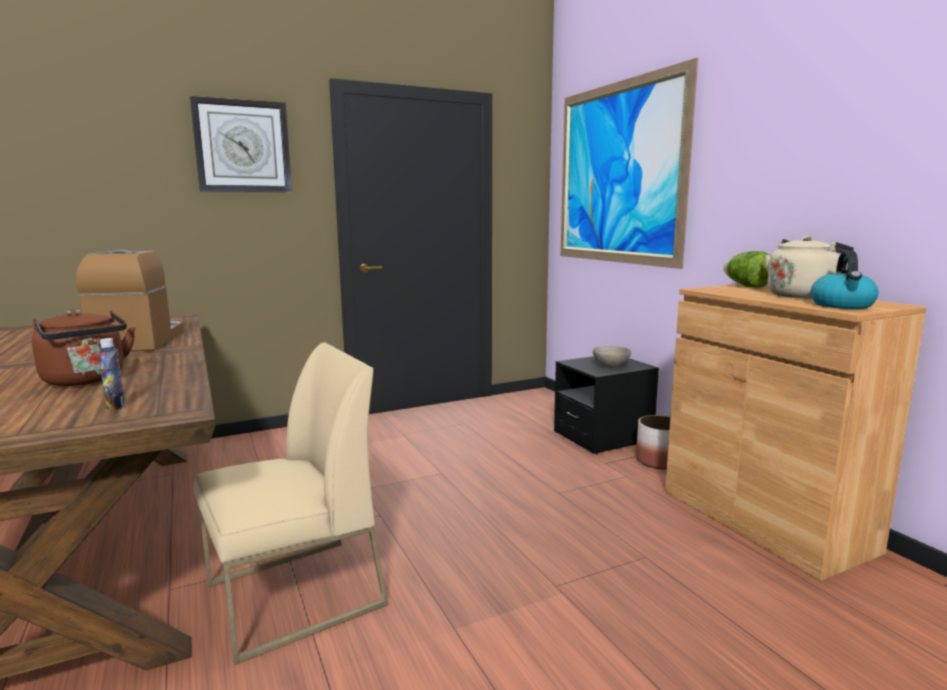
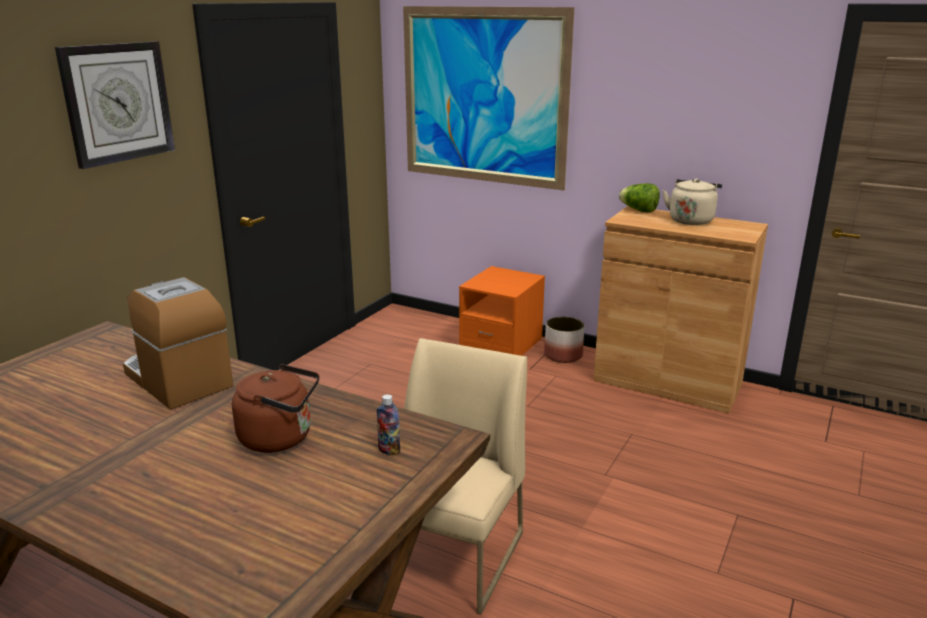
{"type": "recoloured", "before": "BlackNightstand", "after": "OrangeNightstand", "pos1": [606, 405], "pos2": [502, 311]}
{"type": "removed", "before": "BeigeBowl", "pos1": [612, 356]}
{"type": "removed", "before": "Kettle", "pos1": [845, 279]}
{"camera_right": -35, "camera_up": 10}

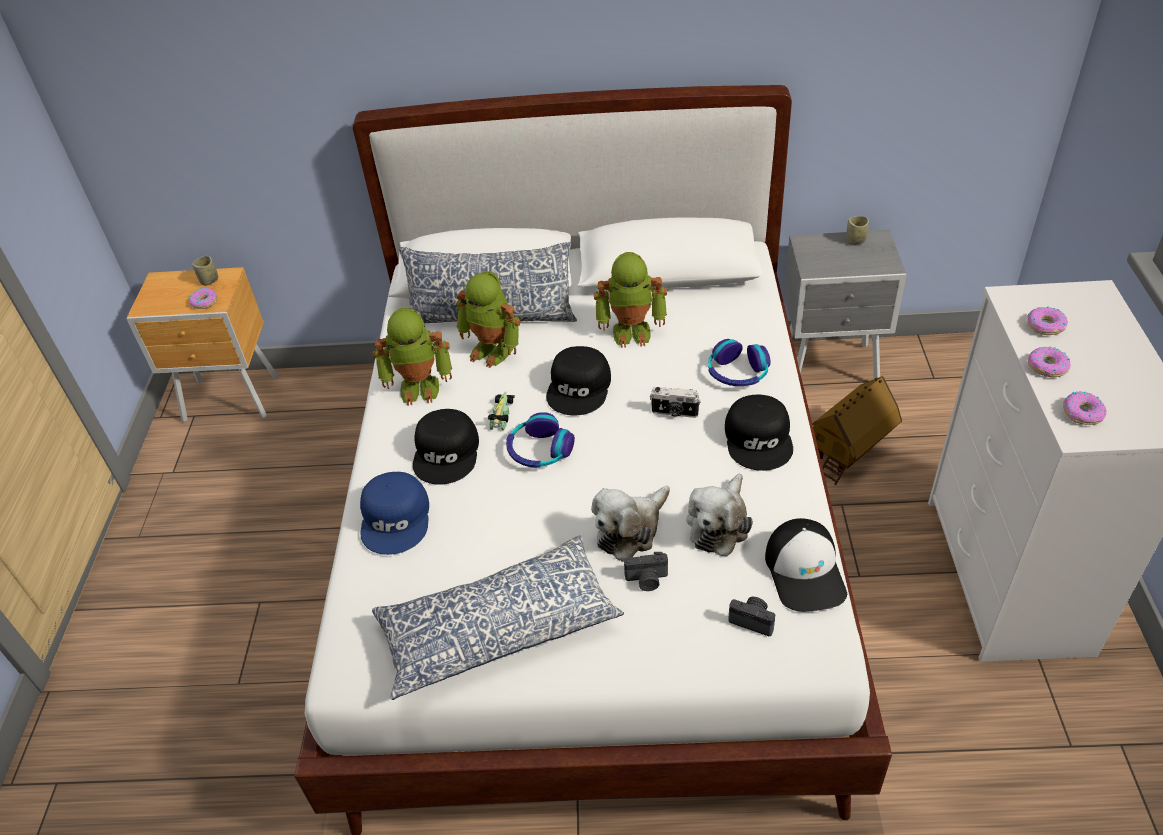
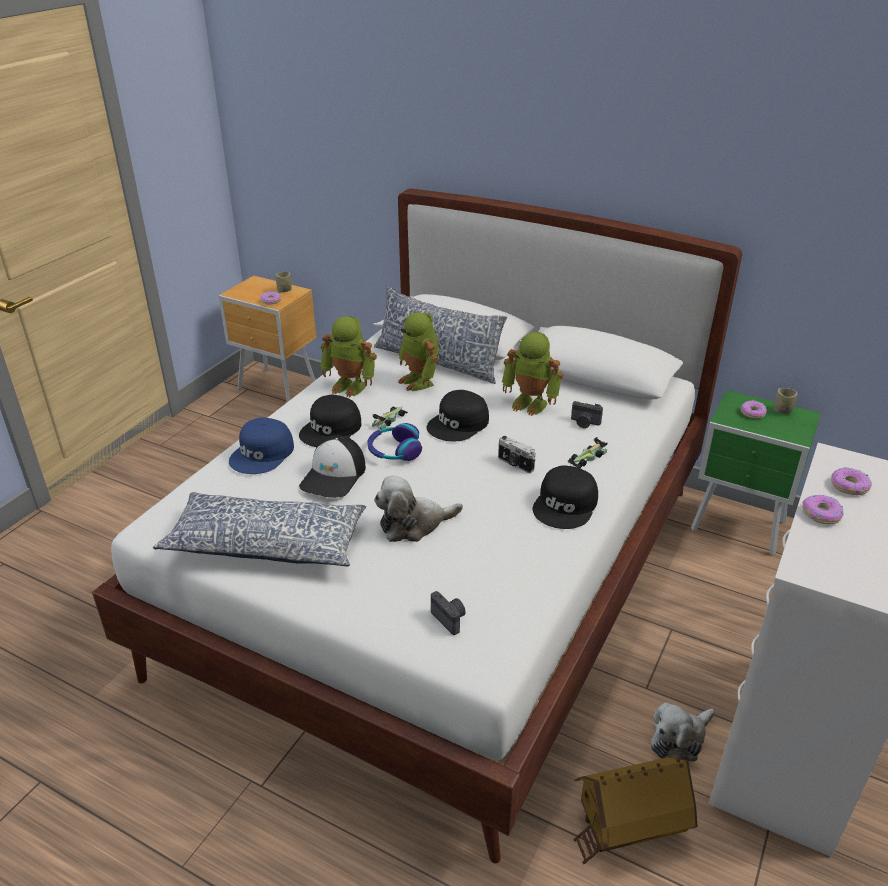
{"type": "moved", "before": "Cap", "pos1": [806, 565], "pos2": [332, 466]}
{"type": "replaced", "before": "Headphones", "after": "ToyCar", "pos1": [739, 362], "pos2": [587, 452]}
{"type": "moved", "before": "PhotoCamera", "pos1": [646, 571], "pos2": [587, 414]}
{"type": "moved", "before": "ToyHouse", "pos1": [857, 430], "pos2": [635, 810]}
{"type": "moved", "before": "PlushToy", "pos1": [719, 515], "pos2": [683, 732]}
{"type": "recoloured", "before": "GreyNightstand", "after": "GreenNightstand", "pos1": [845, 304], "pos2": [756, 472]}
{"type": "moved", "before": "Donut", "pos1": [1085, 408], "pos2": [754, 409]}
{"camera_right": 25, "camera_up": -10}

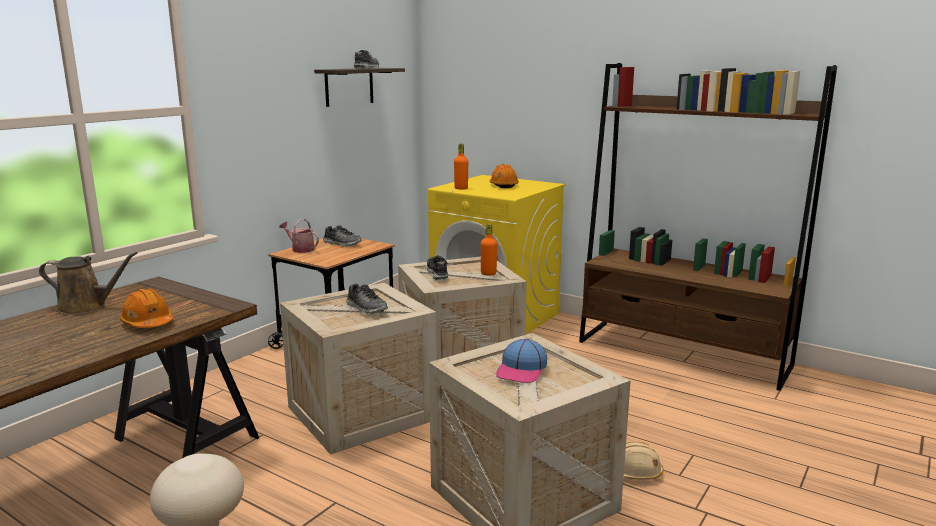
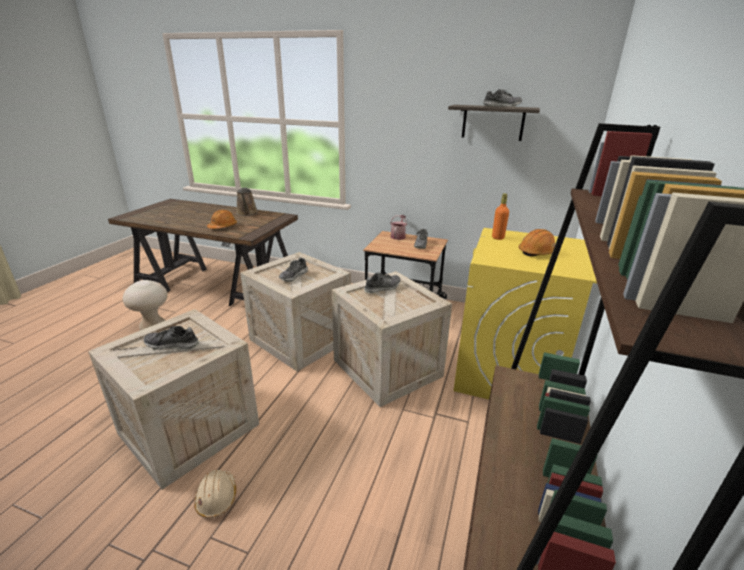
{"type": "replaced", "before": "Cap", "after": "Shoe", "pos1": [521, 360], "pos2": [171, 338]}
{"type": "removed", "before": "OrangeBottle", "pos1": [489, 249]}
{"camera_right": 75, "camera_up": 10}

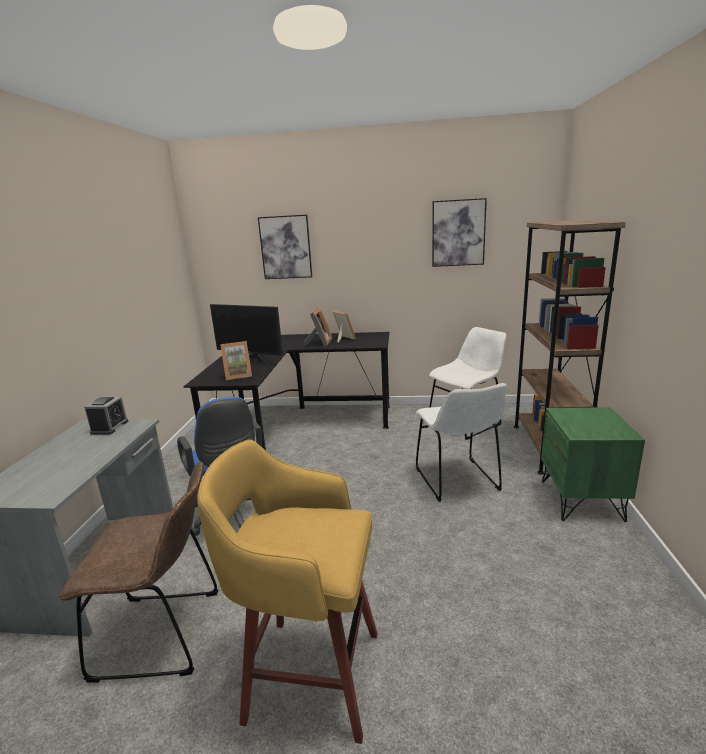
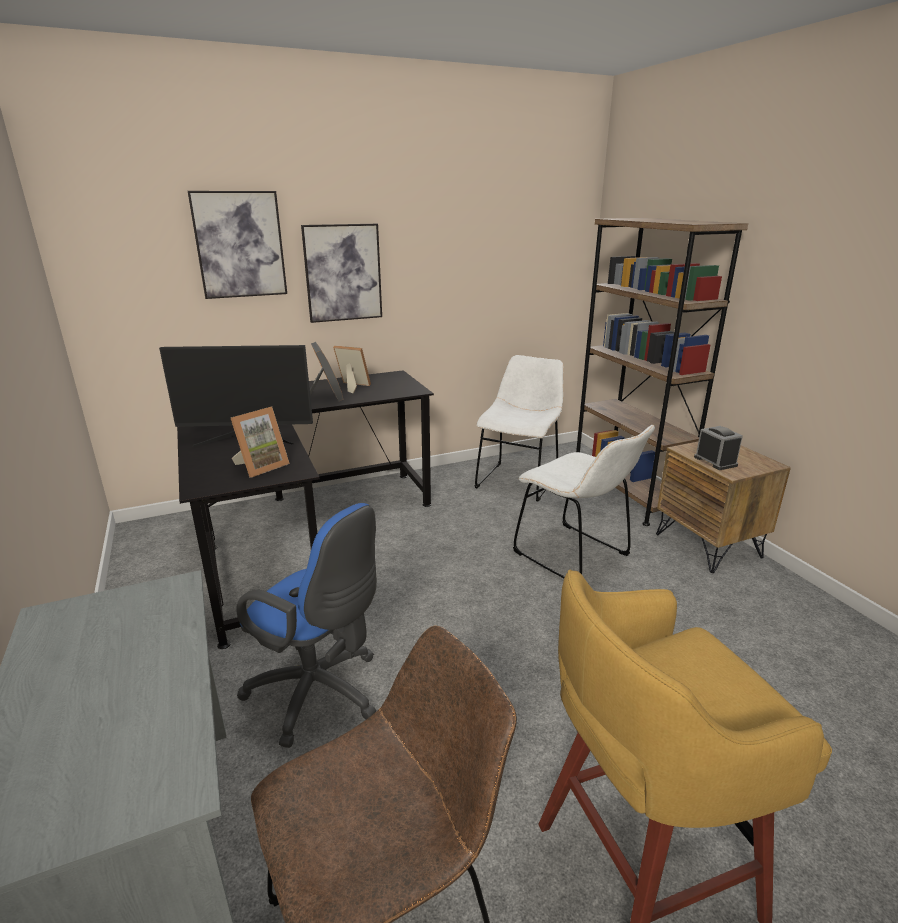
{"type": "moved", "before": "Picture", "pos1": [459, 232], "pos2": [341, 273]}
{"type": "recoloured", "before": "GreenNightstand", "after": "BrownNightstand", "pos1": [593, 464], "pos2": [723, 507]}
{"type": "moved", "before": "AlarmClock", "pos1": [106, 416], "pos2": [718, 448]}
{"camera_right": -30, "camera_up": 5}

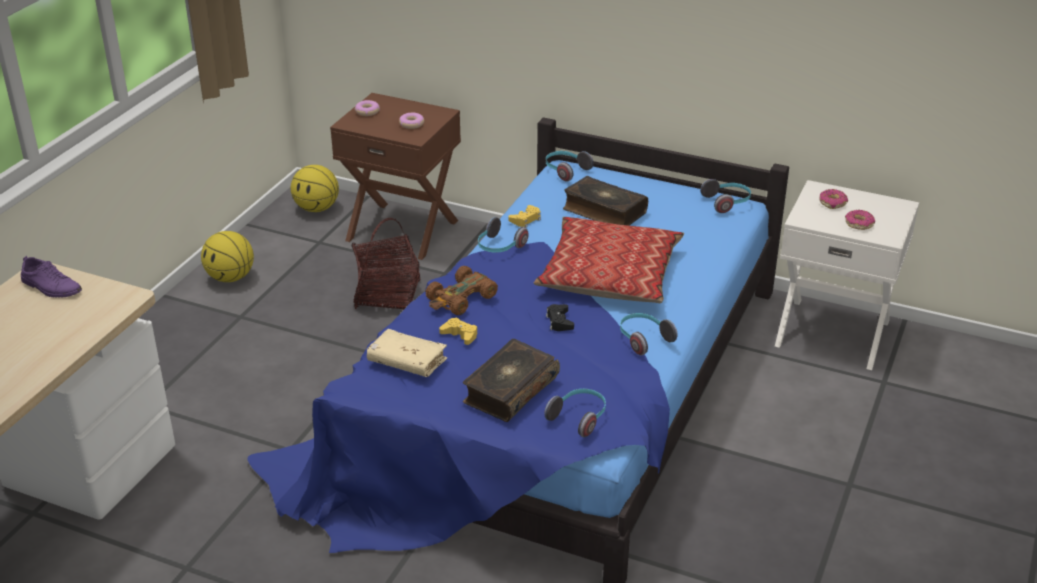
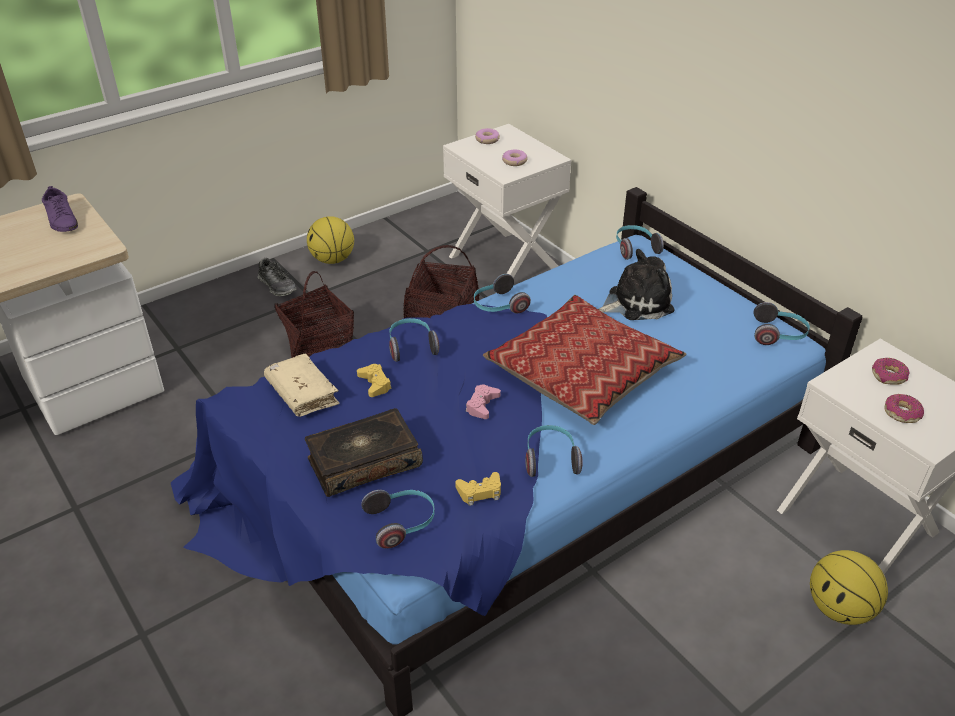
{"type": "added", "after": "Shoe", "pos2": [277, 277]}
{"type": "added", "after": "Basket", "pos2": [314, 314]}
{"type": "replaced", "before": "BrownToyCar", "after": "Headphones", "pos1": [461, 290], "pos2": [414, 340]}
{"type": "recoloured", "before": "BrownNightstand", "after": "WhiteNightstand", "pos1": [395, 176], "pos2": [507, 201]}
{"type": "moved", "before": "YellowGameController", "pos1": [524, 216], "pos2": [478, 489]}
{"type": "recoloured", "before": "BlackGameController", "after": "PinkGameController", "pos1": [560, 317], "pos2": [483, 402]}
{"type": "replaced", "before": "Book", "after": "PlushToy", "pos1": [605, 201], "pos2": [636, 284]}
{"type": "moved", "before": "Basketball", "pos1": [315, 188], "pos2": [849, 587]}
{"camera_right": 30, "camera_up": 5}

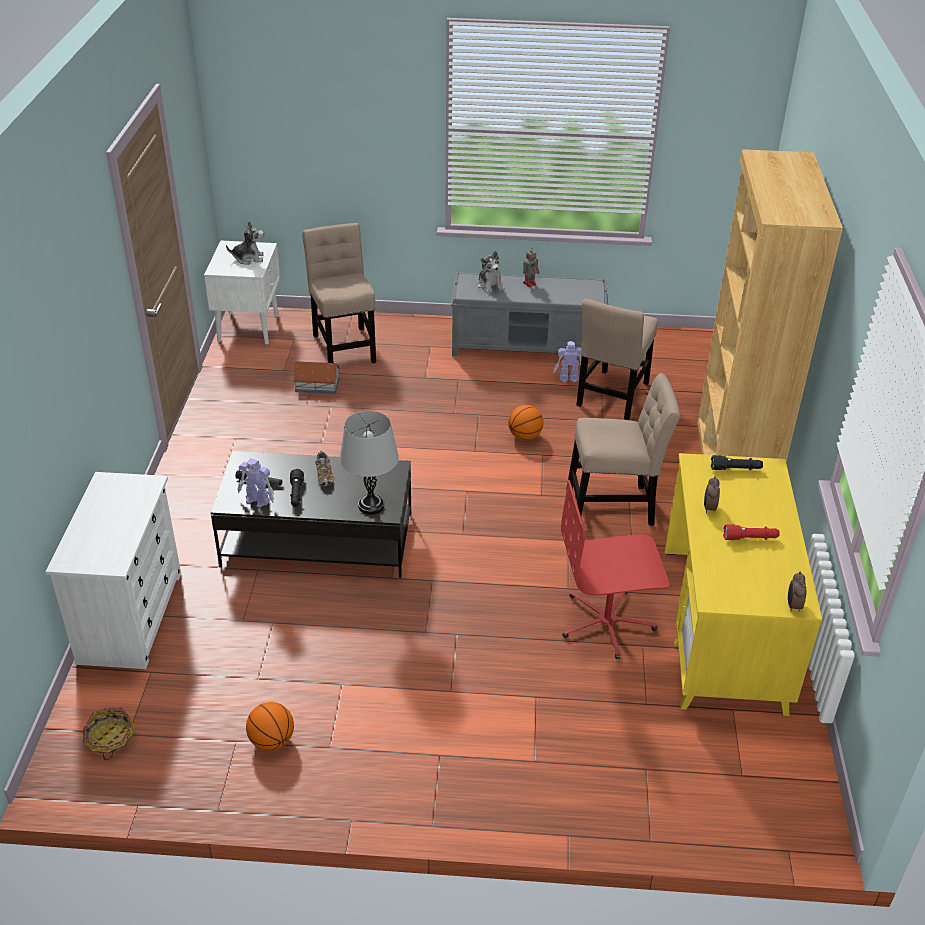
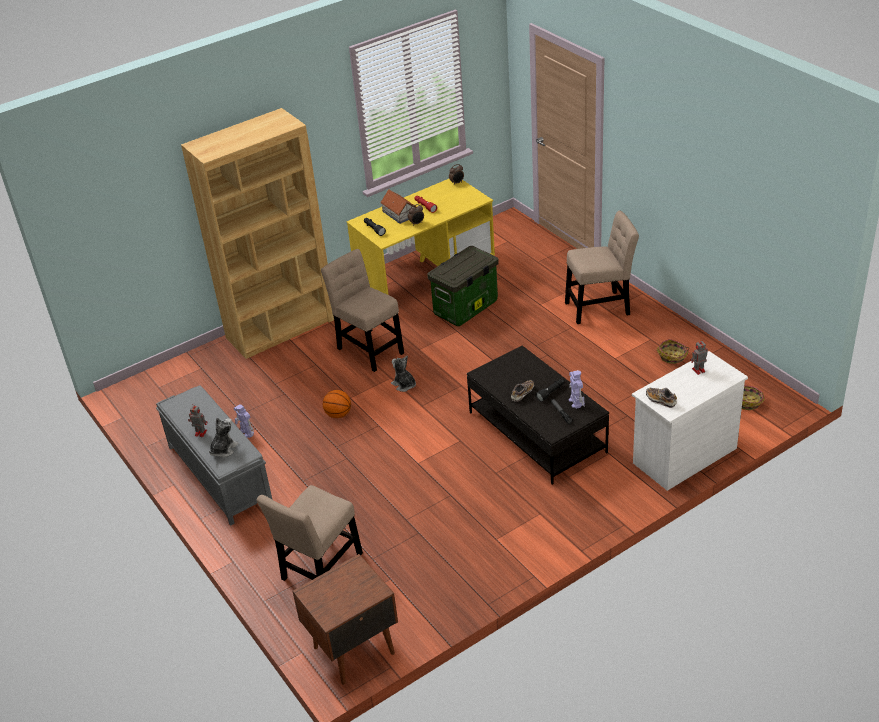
{"type": "recoloured", "before": "WhiteNightstand", "after": "BrownNightstand", "pos1": [242, 292], "pos2": [345, 619]}
{"type": "moved", "before": "ToyHouse", "pos1": [316, 378], "pos2": [398, 206]}
{"type": "moved", "before": "PlushToy", "pos1": [245, 243], "pos2": [403, 373]}
{"type": "replaced", "before": "RedOfficeChair", "after": "StorageBox", "pos1": [615, 569], "pos2": [463, 286]}
{"type": "moved", "before": "BeigeChair", "pos1": [617, 359], "pos2": [602, 267]}
{"type": "added", "after": "Shoe", "pos2": [661, 398]}
{"type": "replaced", "before": "Basketball", "after": "Basket", "pos1": [270, 726], "pos2": [672, 351]}
{"type": "added", "after": "ToyRobot", "pos2": [699, 357]}
{"type": "removed", "before": "GreyTableLamp", "pos1": [369, 463]}
{"camera_right": -125, "camera_up": 0}

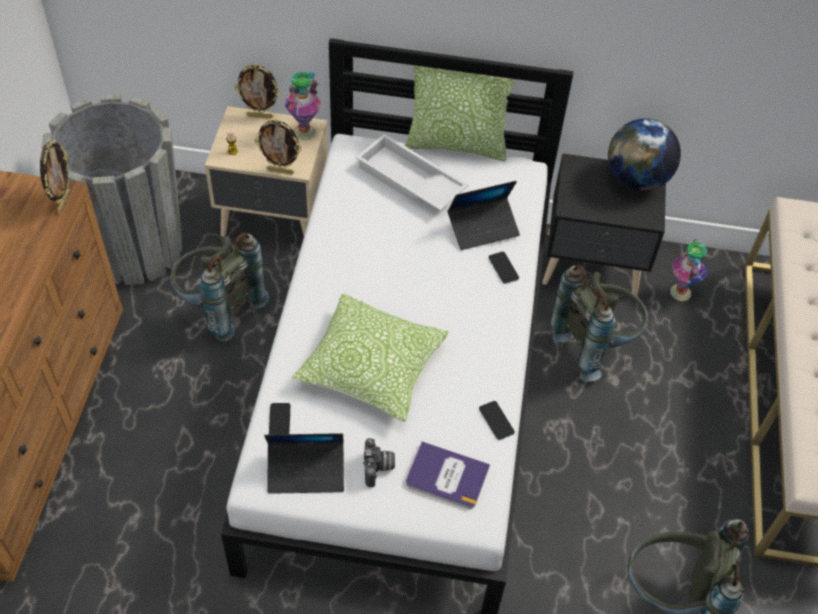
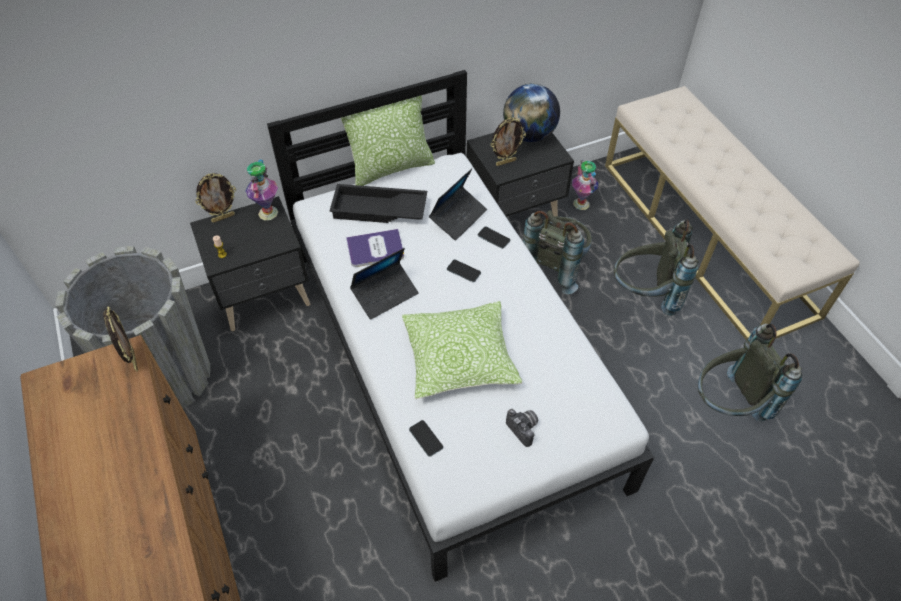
{"type": "recoloured", "before": "BeigeNightstand", "after": "BlackNightstand", "pos1": [266, 171], "pos2": [250, 263]}
{"type": "recoloured", "before": "WhiteTray", "after": "BlackTray", "pos1": [412, 172], "pos2": [378, 203]}
{"type": "moved", "before": "Book", "pos1": [448, 475], "pos2": [375, 248]}
{"type": "moved", "before": "Laptop", "pos1": [304, 463], "pos2": [384, 284]}
{"type": "moved", "before": "Phone", "pos1": [497, 420], "pos2": [464, 271]}
{"type": "moved", "before": "PictureFrame", "pos1": [278, 147], "pos2": [508, 142]}
{"type": "moved", "before": "GreyBackpack", "pos1": [219, 287], "pos2": [656, 267]}
{"camera_right": -30, "camera_up": 0}

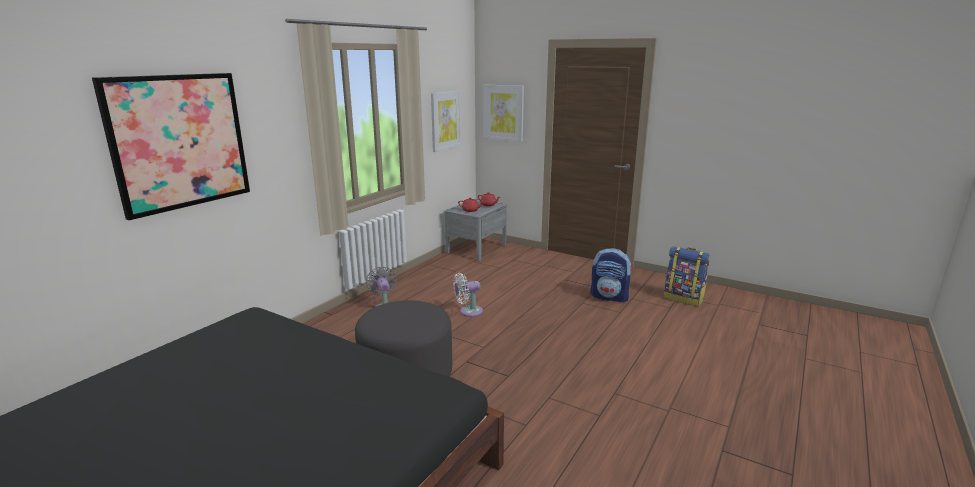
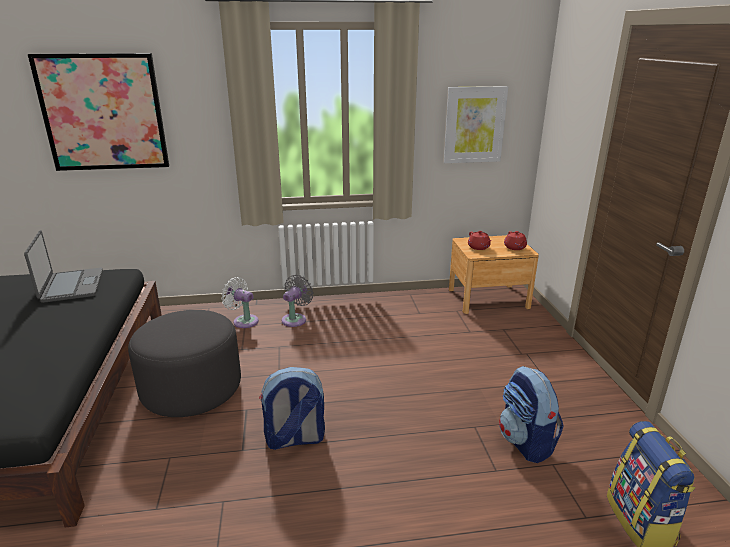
{"type": "added", "after": "Laptop", "pos2": [63, 266]}
{"type": "moved", "before": "WhiteFan", "pos1": [468, 295], "pos2": [240, 302]}
{"type": "added", "after": "Backpack", "pos2": [292, 408]}
{"type": "recoloured", "before": "GreyNightstand", "after": "BrownNightstand", "pos1": [476, 230], "pos2": [494, 274]}
{"type": "removed", "before": "Picture", "pos1": [504, 113]}
{"camera_right": 50, "camera_up": 5}

